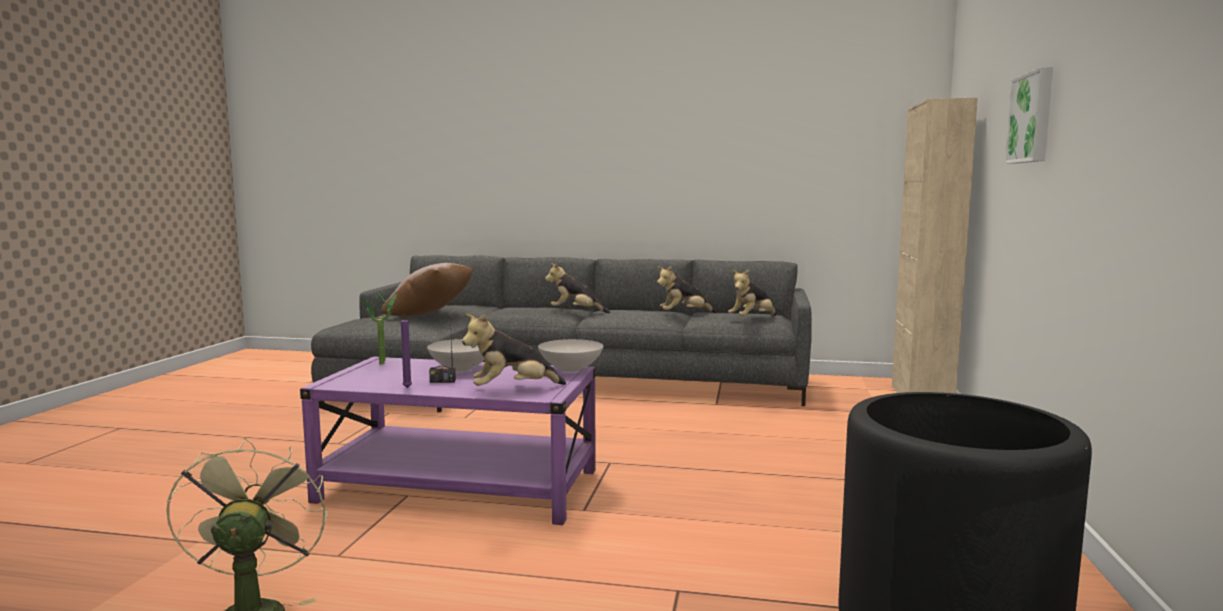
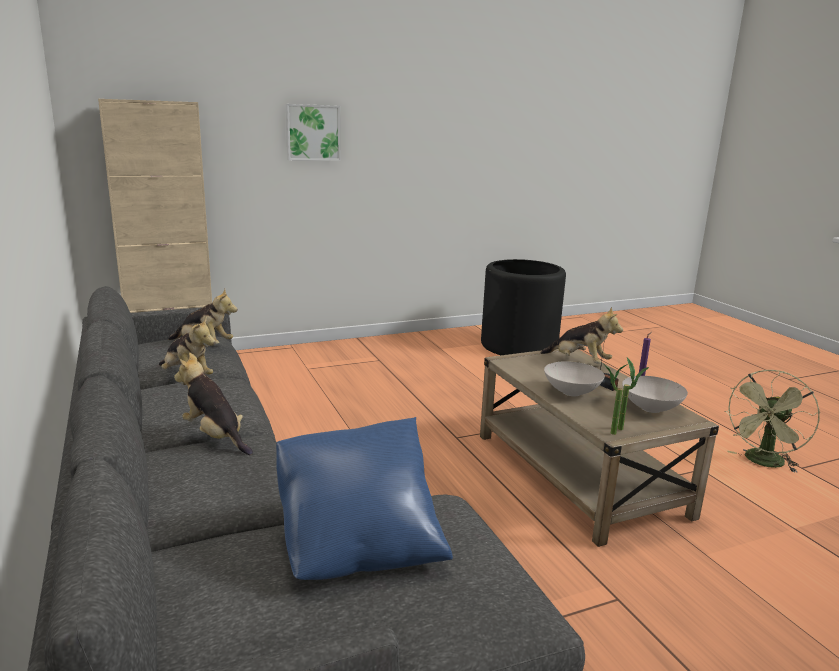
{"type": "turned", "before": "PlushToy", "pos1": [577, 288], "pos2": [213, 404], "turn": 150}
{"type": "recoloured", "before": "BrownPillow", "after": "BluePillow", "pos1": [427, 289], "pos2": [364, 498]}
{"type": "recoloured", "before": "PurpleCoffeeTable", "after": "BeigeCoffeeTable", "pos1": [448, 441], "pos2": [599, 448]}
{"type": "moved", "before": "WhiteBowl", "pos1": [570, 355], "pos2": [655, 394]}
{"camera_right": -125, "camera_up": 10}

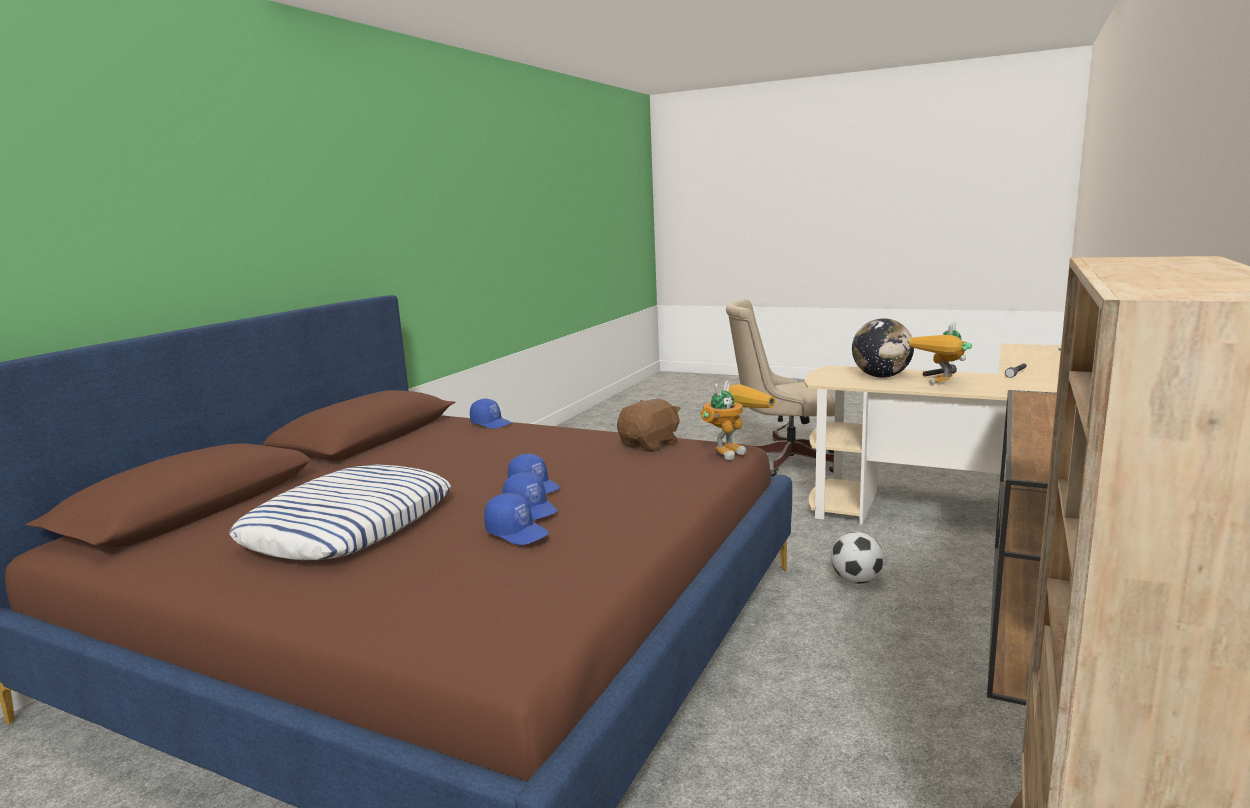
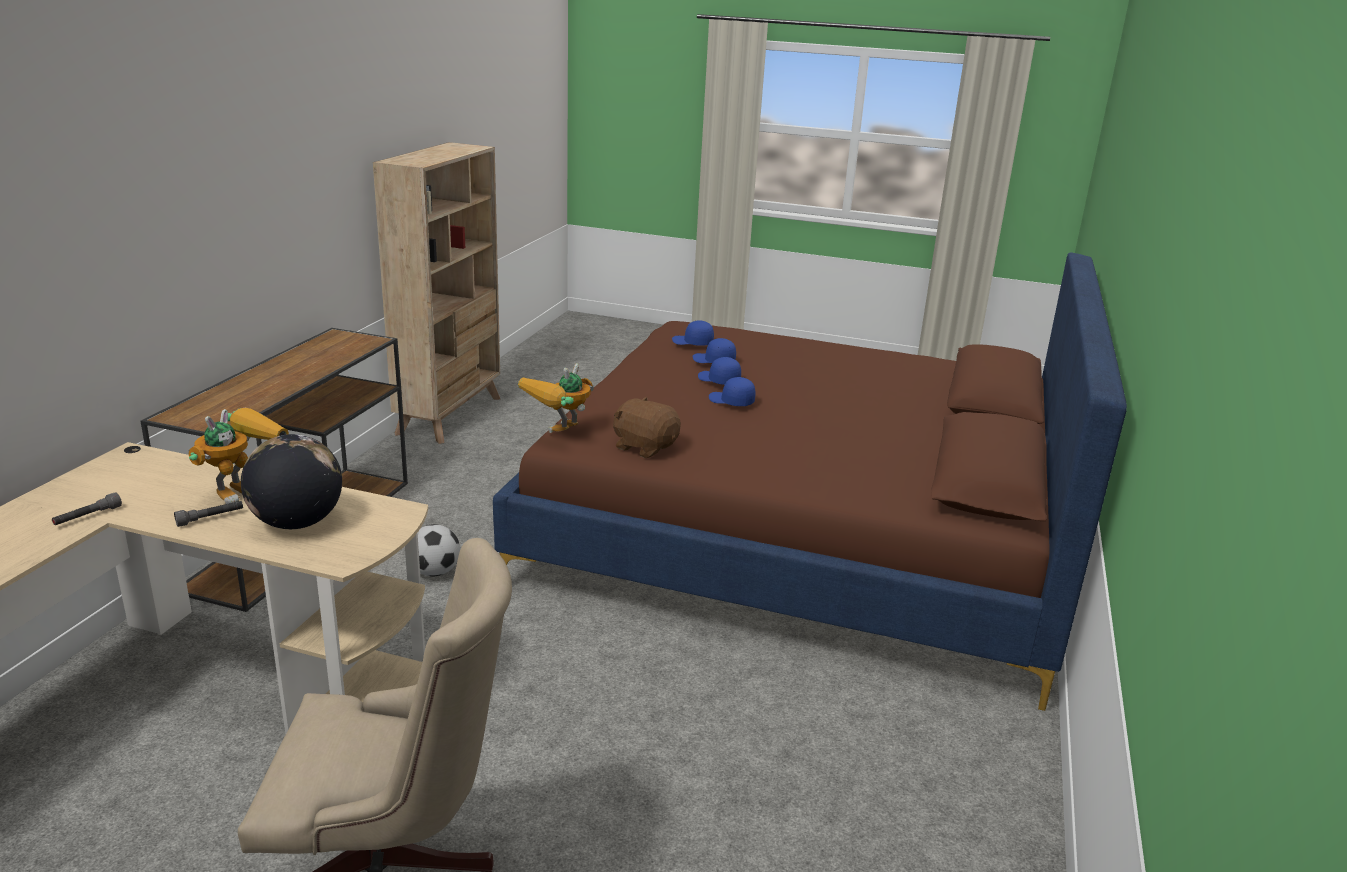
{"type": "turned", "before": "BrownPlushToy", "pos1": [649, 425], "pos2": [647, 427], "turn": 90}
{"type": "moved", "before": "BlueCap", "pos1": [491, 414], "pos2": [693, 333]}
{"type": "removed", "before": "Pillow", "pos1": [340, 513]}
{"camera_right": 170, "camera_up": 10}

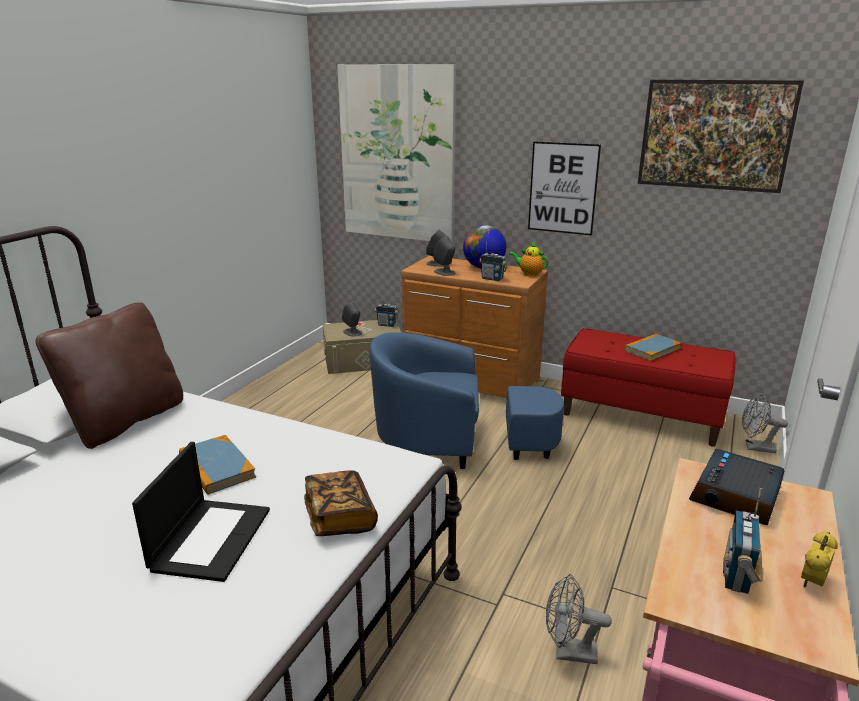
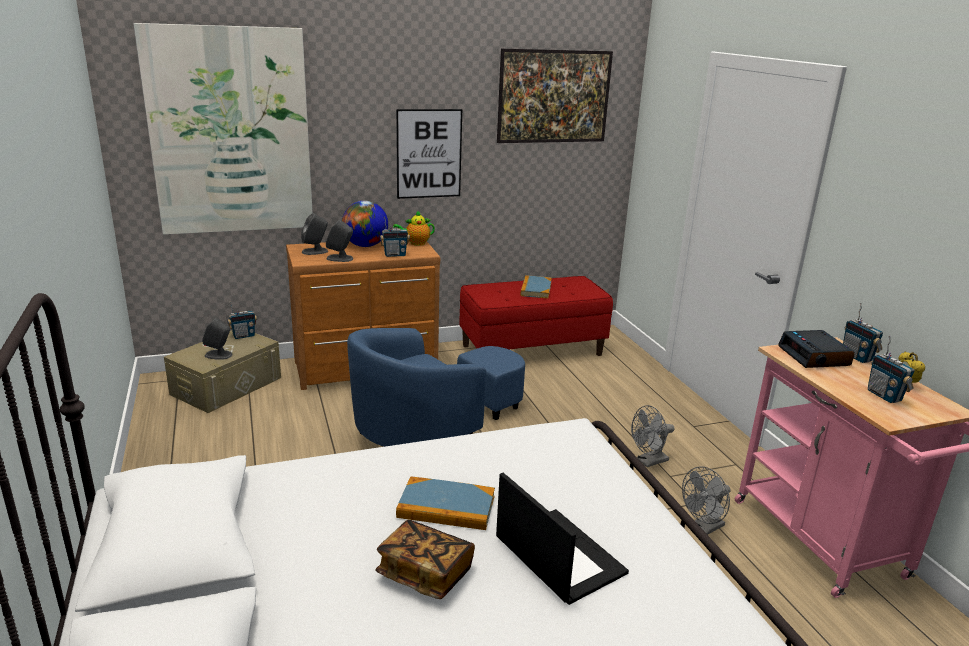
{"type": "moved", "before": "Book", "pos1": [341, 503], "pos2": [425, 559]}
{"type": "moved", "before": "GreyFan", "pos1": [765, 423], "pos2": [653, 436]}
{"type": "added", "after": "Radio", "pos2": [863, 333]}
{"type": "removed", "before": "BrownPillow", "pos1": [109, 375]}
{"camera_right": -45, "camera_up": 0}

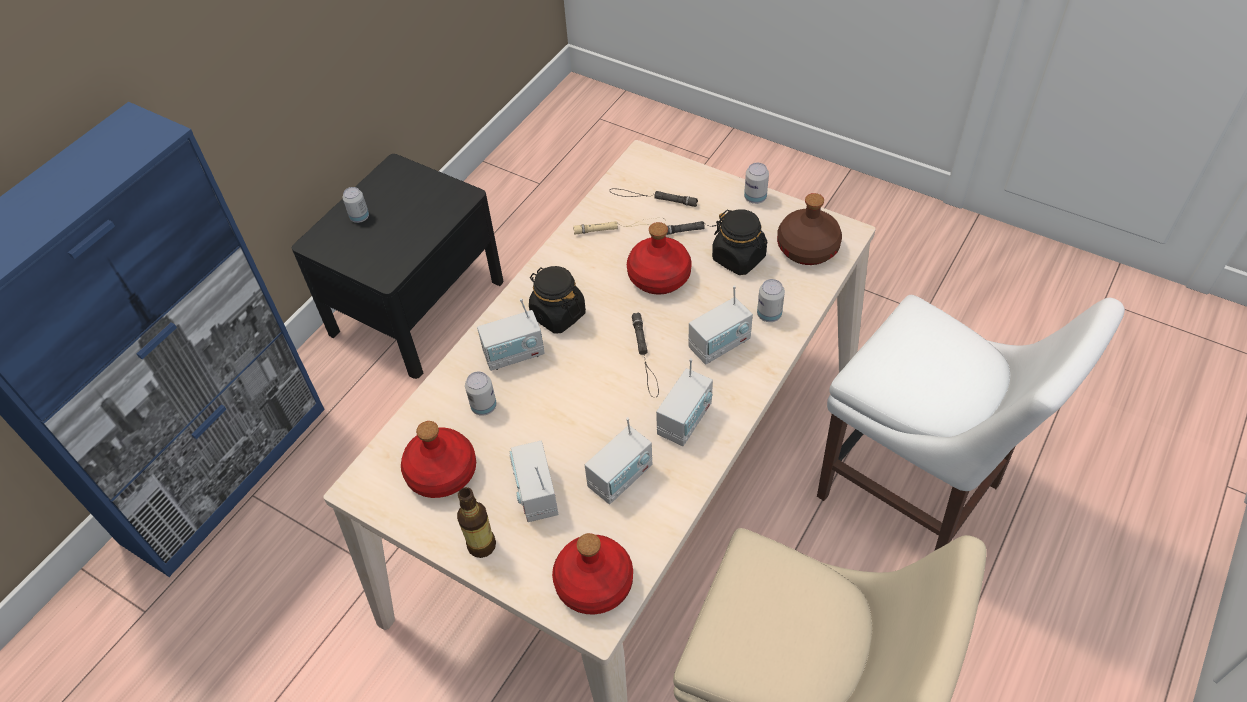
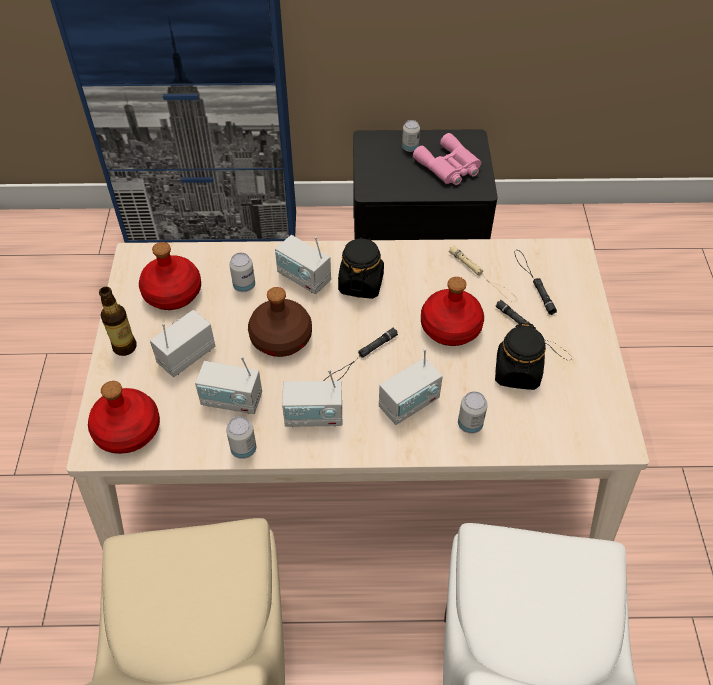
{"type": "moved", "before": "Can", "pos1": [756, 183], "pos2": [241, 437]}
{"type": "moved", "before": "BrownBottle", "pos1": [809, 229], "pos2": [280, 322]}
{"type": "turned", "before": "Radio", "pos1": [720, 325], "pos2": [411, 387], "turn": -60}
{"type": "added", "after": "PinkBinoculars", "pos2": [447, 159]}
{"camera_right": 55, "camera_up": 0}

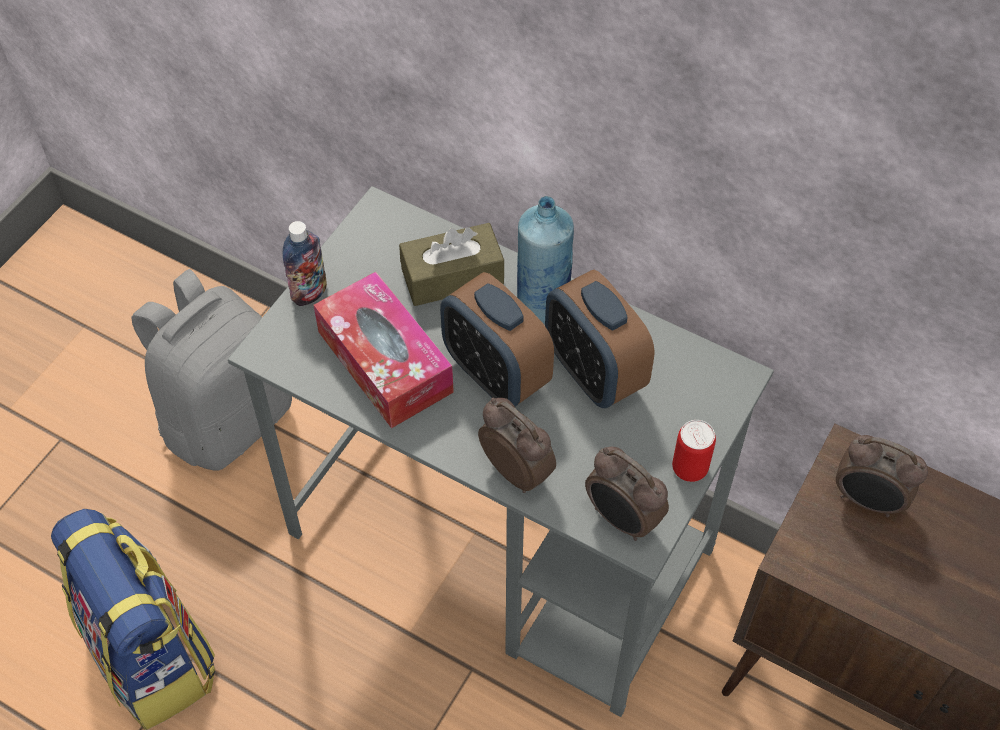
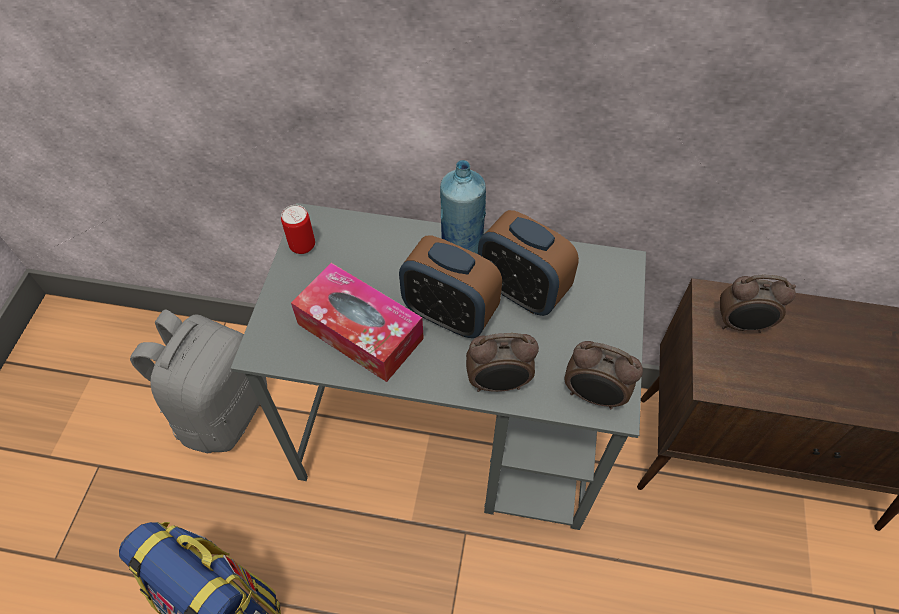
{"type": "moved", "before": "Can", "pos1": [694, 451], "pos2": [298, 229]}
{"type": "turned", "before": "AlarmClock", "pos1": [517, 445], "pos2": [502, 362], "turn": 150}
{"type": "removed", "before": "Bottle", "pos1": [305, 263]}
{"type": "removed", "before": "BrownTissueBox", "pos1": [451, 264]}
{"camera_right": -20, "camera_up": 0}

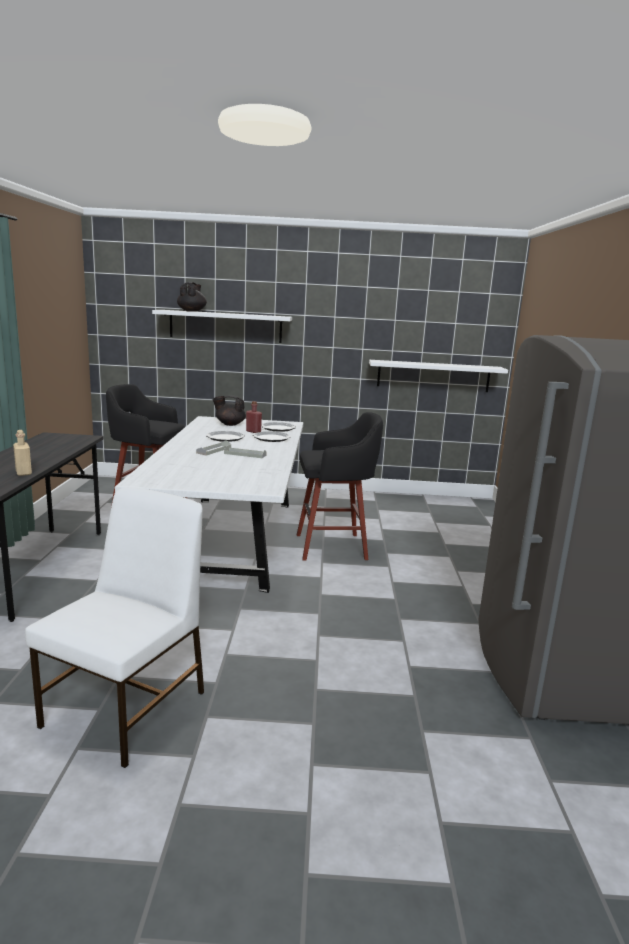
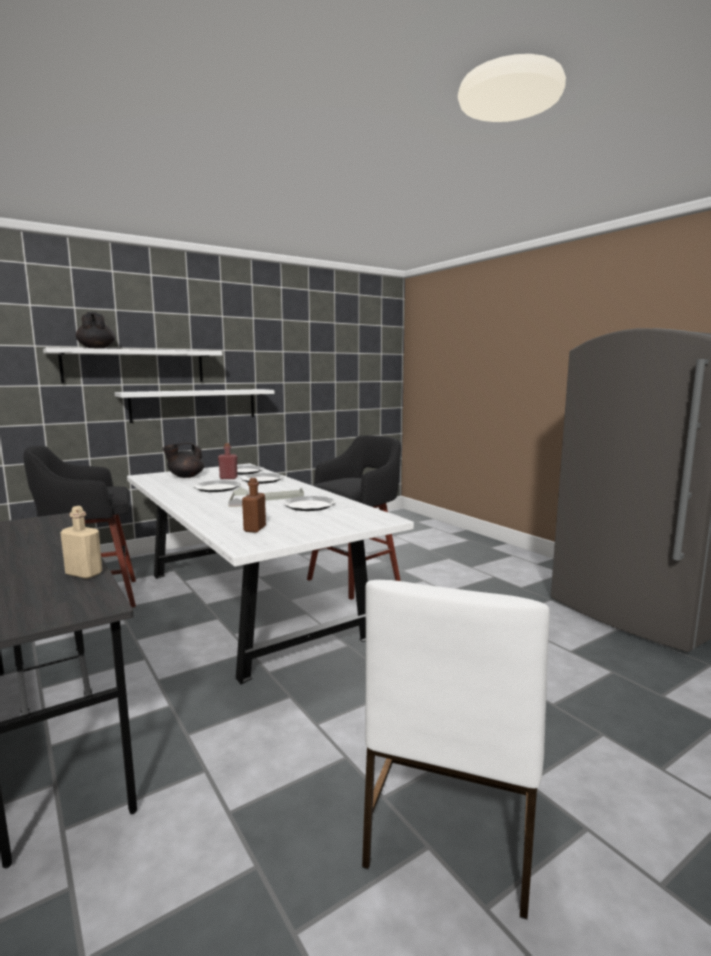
{"type": "moved", "before": "WhiteShelf", "pos1": [438, 376], "pos2": [195, 406]}
{"type": "added", "after": "BrownBottle", "pos2": [254, 505]}
{"type": "added", "after": "Plate", "pos2": [309, 503]}
{"type": "turned", "before": "WhiteChair", "pos1": [114, 627], "pos2": [456, 750], "turn": -150}
{"camera_right": -35, "camera_up": -5}

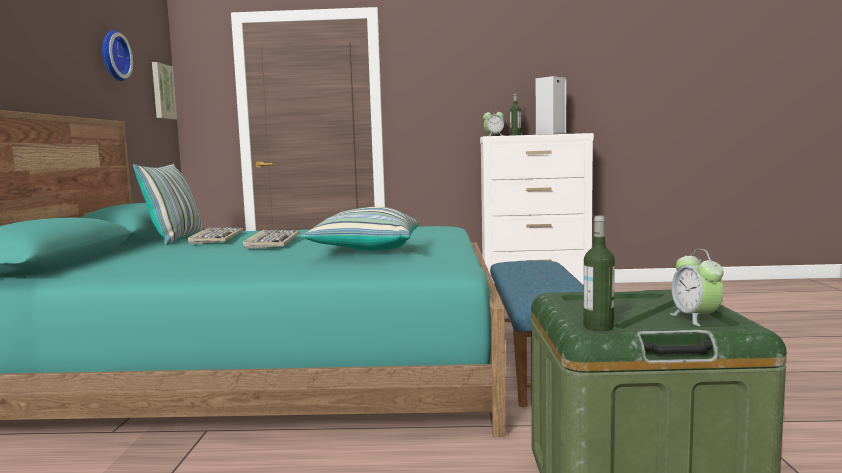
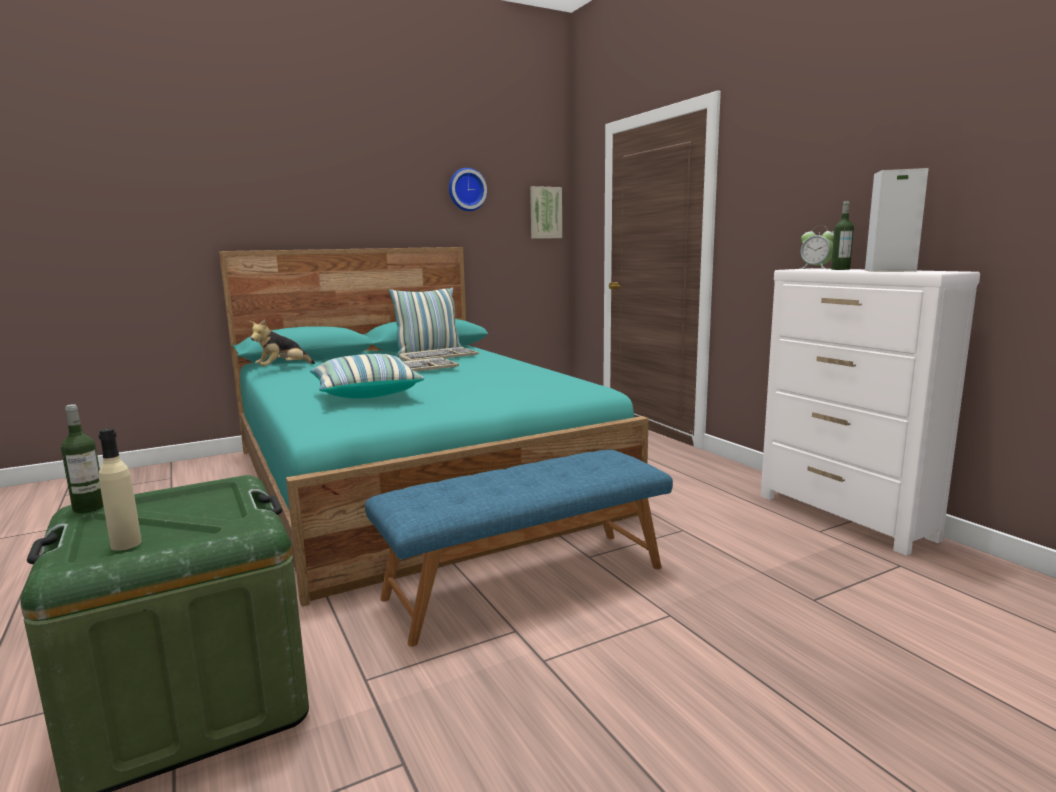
{"type": "replaced", "before": "AlarmClock", "after": "BeigeBottle", "pos1": [696, 287], "pos2": [120, 489]}
{"type": "added", "after": "PlushToy", "pos2": [282, 342]}
{"camera_right": 60, "camera_up": 5}

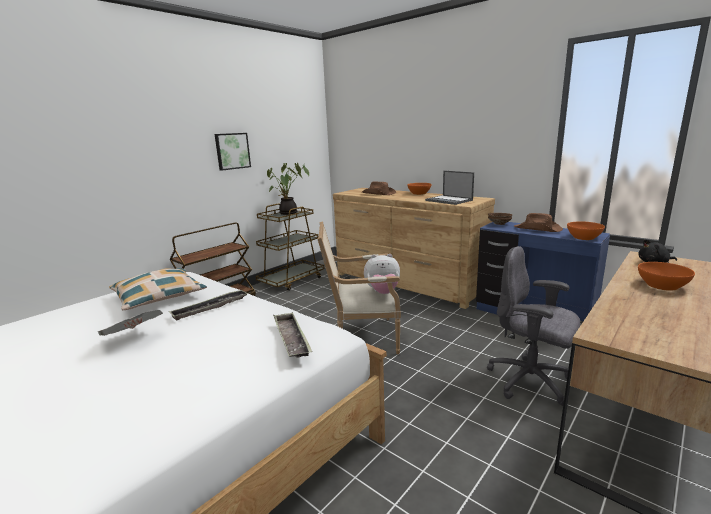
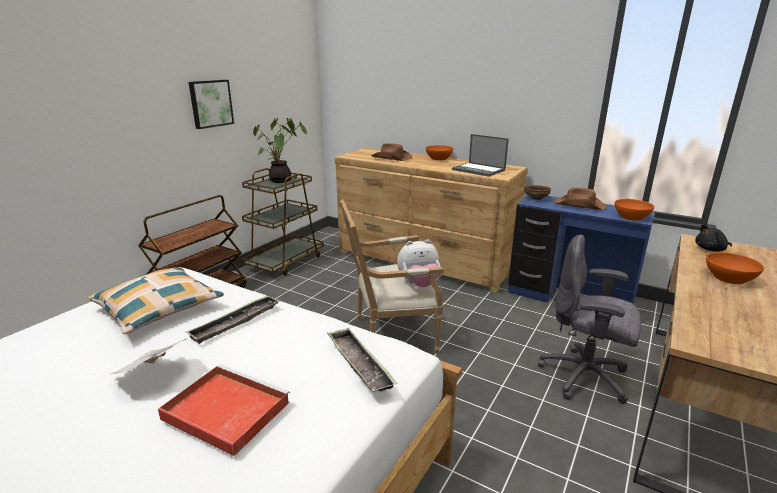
{"type": "added", "after": "RedTray", "pos2": [224, 410]}
{"camera_right": -10, "camera_up": 5}

